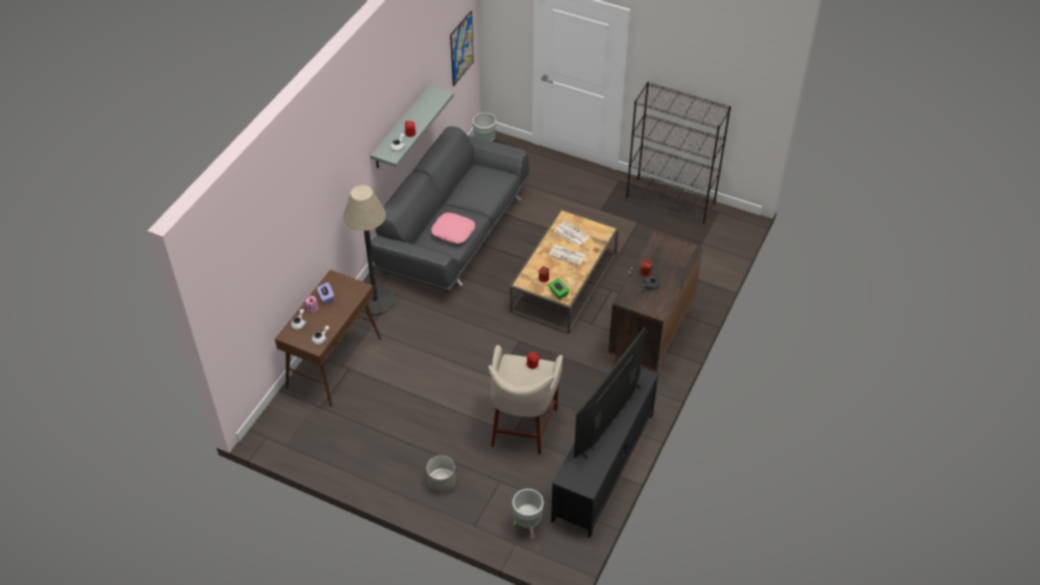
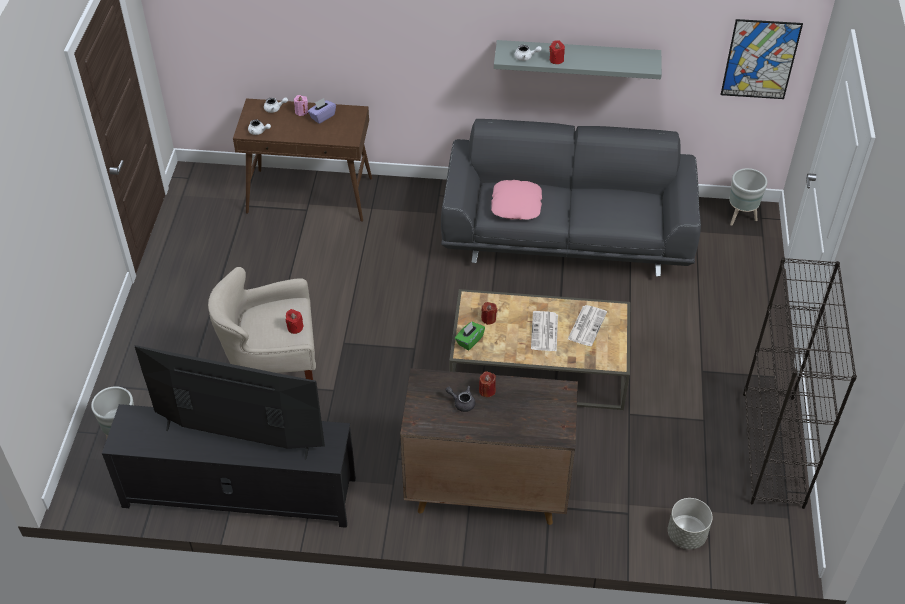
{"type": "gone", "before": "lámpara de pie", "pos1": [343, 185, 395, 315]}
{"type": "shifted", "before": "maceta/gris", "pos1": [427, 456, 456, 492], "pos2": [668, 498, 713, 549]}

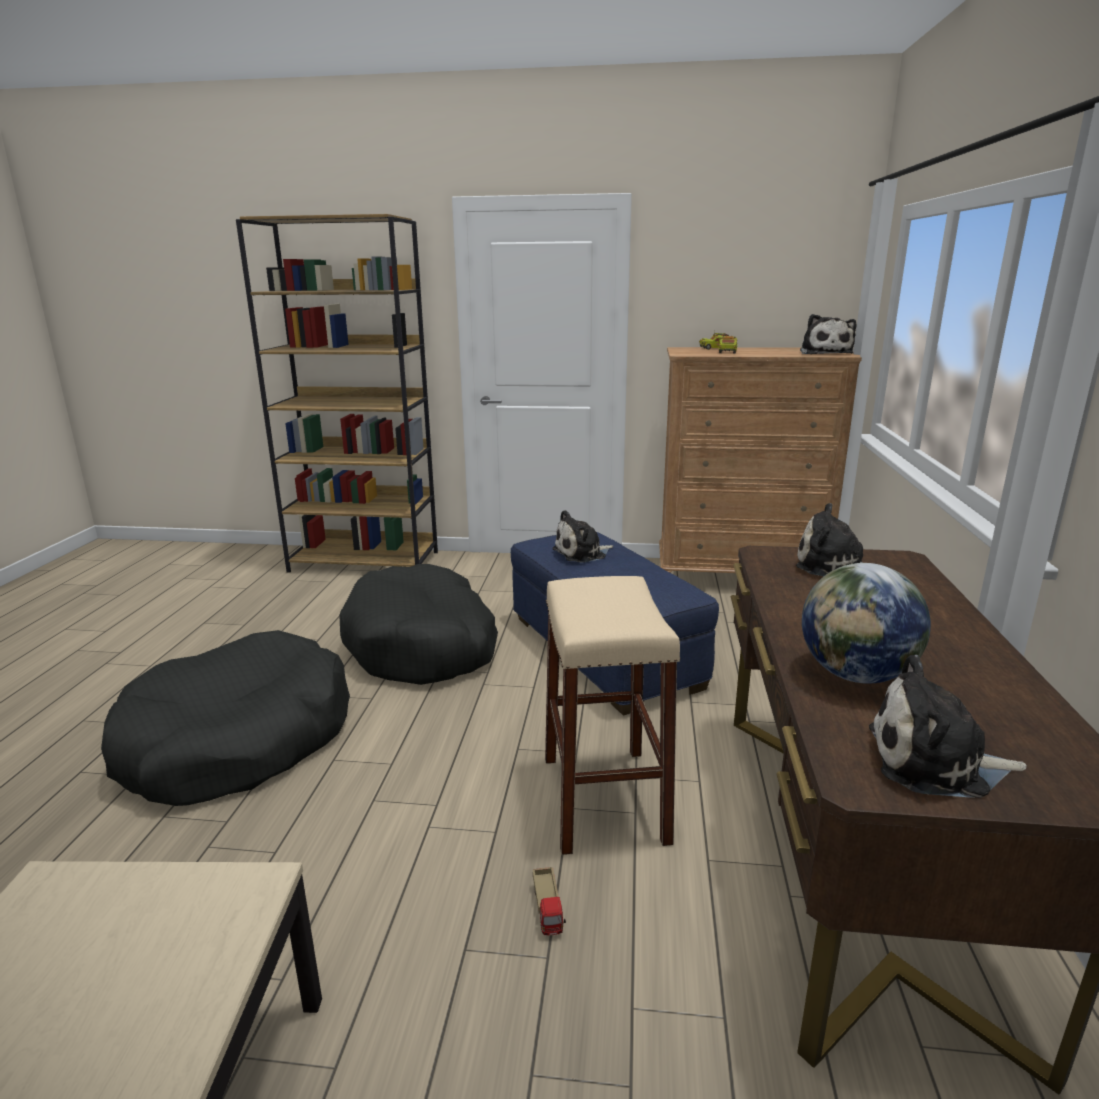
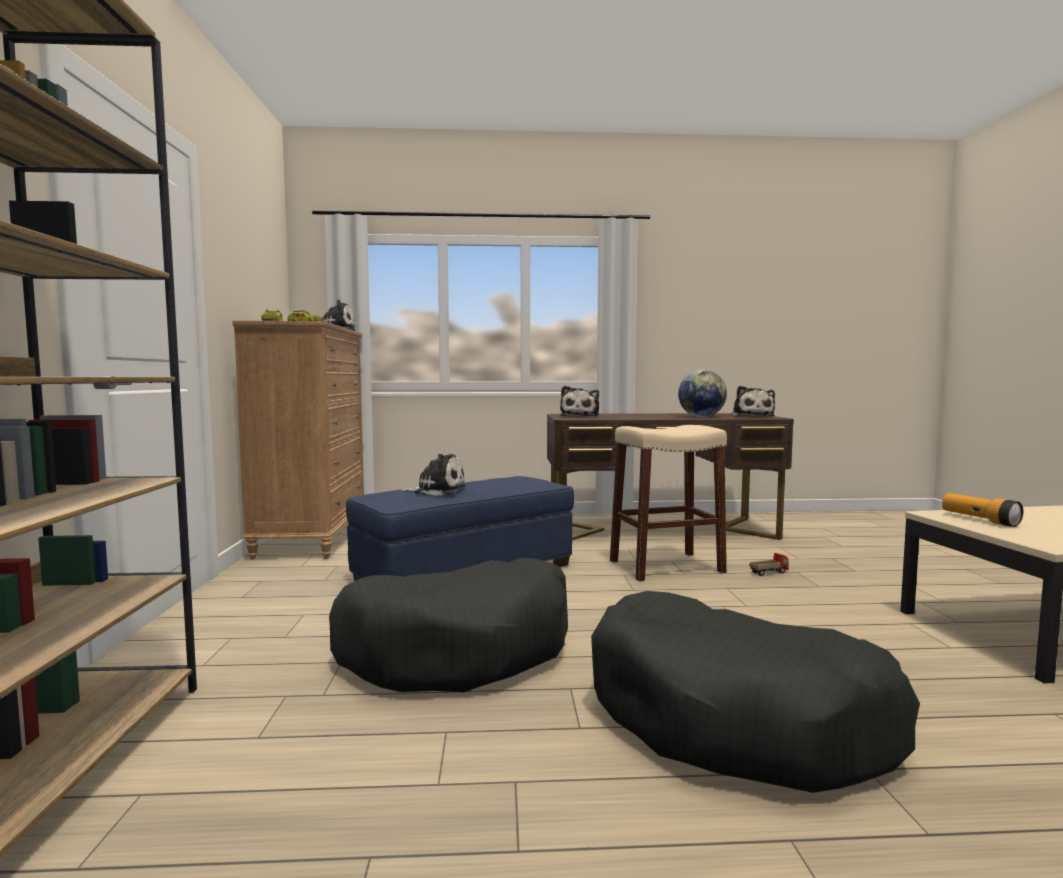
{"type": "rotated", "before": "peluche", "pos1": [552, 510, 614, 563], "pos2": [401, 454, 466, 496], "turn": -45}
{"type": "new", "after": "linterna", "pos2": [942, 493, 1023, 527]}

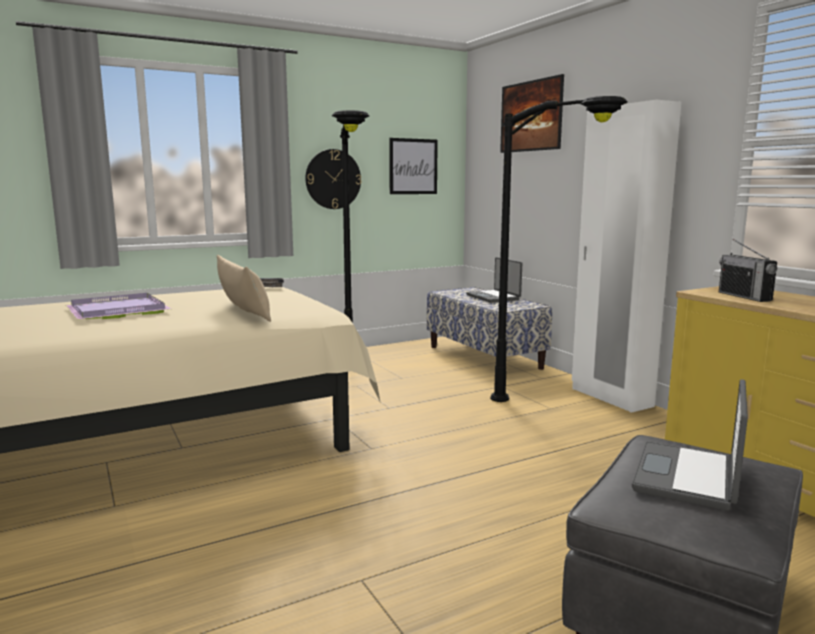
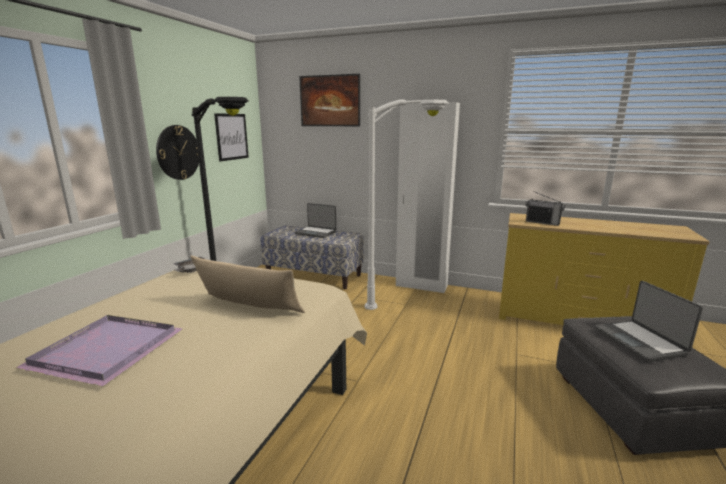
{"type": "repainted", "before": "lámpara de pie/negro", "after": "lámpara de pie/blanco", "pos1": [490, 96, 628, 402], "pos2": [365, 100, 448, 310]}

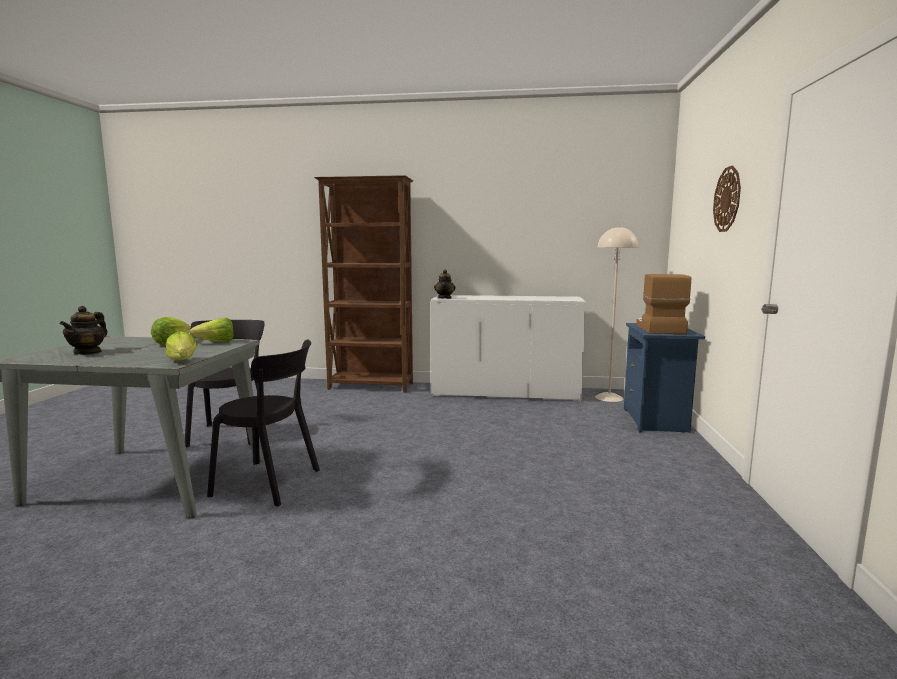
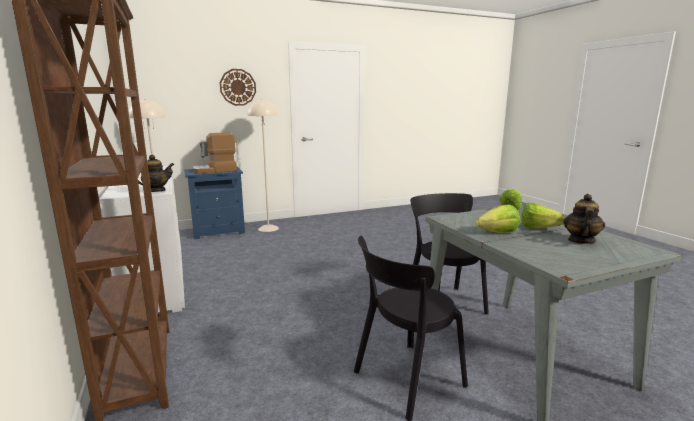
{"type": "rotated", "before": "tetera", "pos1": [60, 306, 108, 355], "pos2": [563, 194, 605, 244], "turn": -45}
{"type": "shifted", "before": "lechuga", "pos1": [189, 318, 233, 342], "pos2": [521, 203, 566, 228]}
{"type": "new", "after": "lámpara de pie/beis", "pos2": [247, 99, 279, 232]}

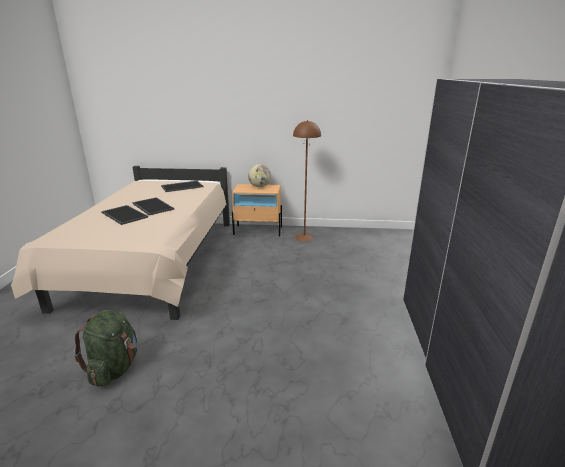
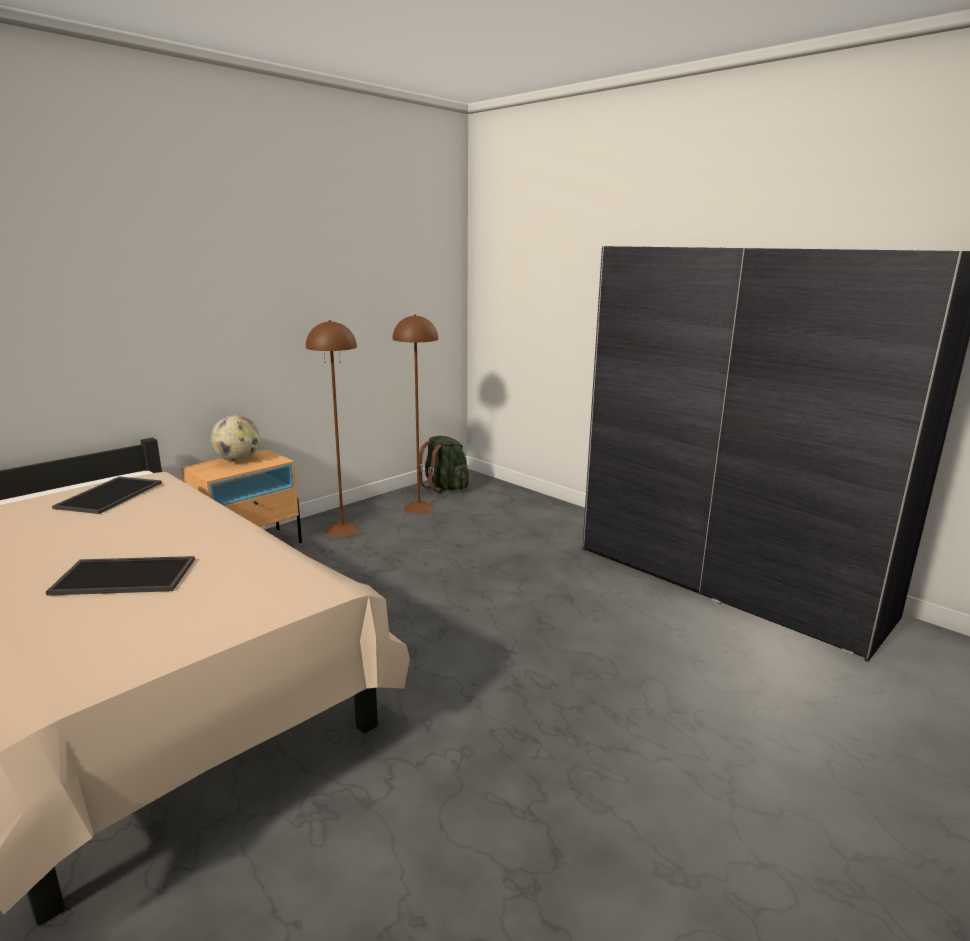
{"type": "gone", "before": "bandeja", "pos1": [132, 197, 174, 215]}
{"type": "shifted", "before": "mochila/verde", "pos1": [74, 310, 137, 387], "pos2": [419, 436, 469, 493]}
{"type": "new", "after": "lámpara de pie/marrón", "pos2": [393, 314, 438, 514]}

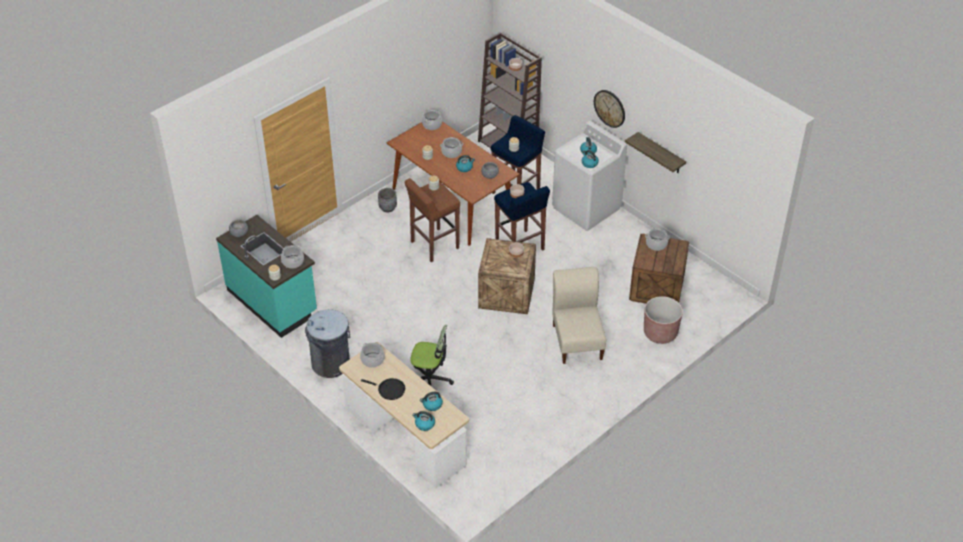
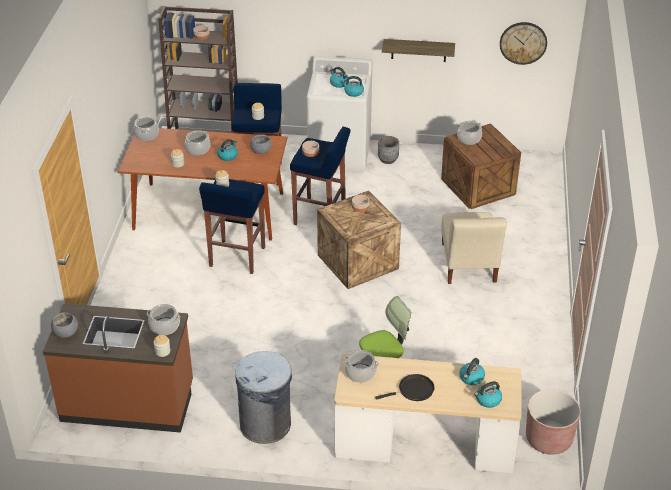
{"type": "shifted", "before": "reloj de pared", "pos1": [594, 90, 625, 128], "pos2": [500, 22, 547, 65]}
{"type": "repainted", "before": "taburete/marrón", "after": "taburete/azul", "pos1": [405, 178, 460, 262], "pos2": [199, 179, 265, 274]}
{"type": "shifted", "before": "maceta/gris", "pos1": [378, 188, 397, 212], "pos2": [378, 136, 399, 164]}
{"type": "repainted", "before": "mueble bajo de cocina/turquesa", "after": "mueble bajo de cocina/marrón", "pos1": [216, 215, 317, 338], "pos2": [43, 303, 193, 433]}
{"type": "rotated", "before": "silla/beis", "pos1": [552, 267, 606, 364], "pos2": [441, 212, 507, 284], "turn": -135}
{"type": "shifted", "before": "maceta/marrón", "pos1": [644, 296, 683, 344], "pos2": [526, 389, 581, 455]}

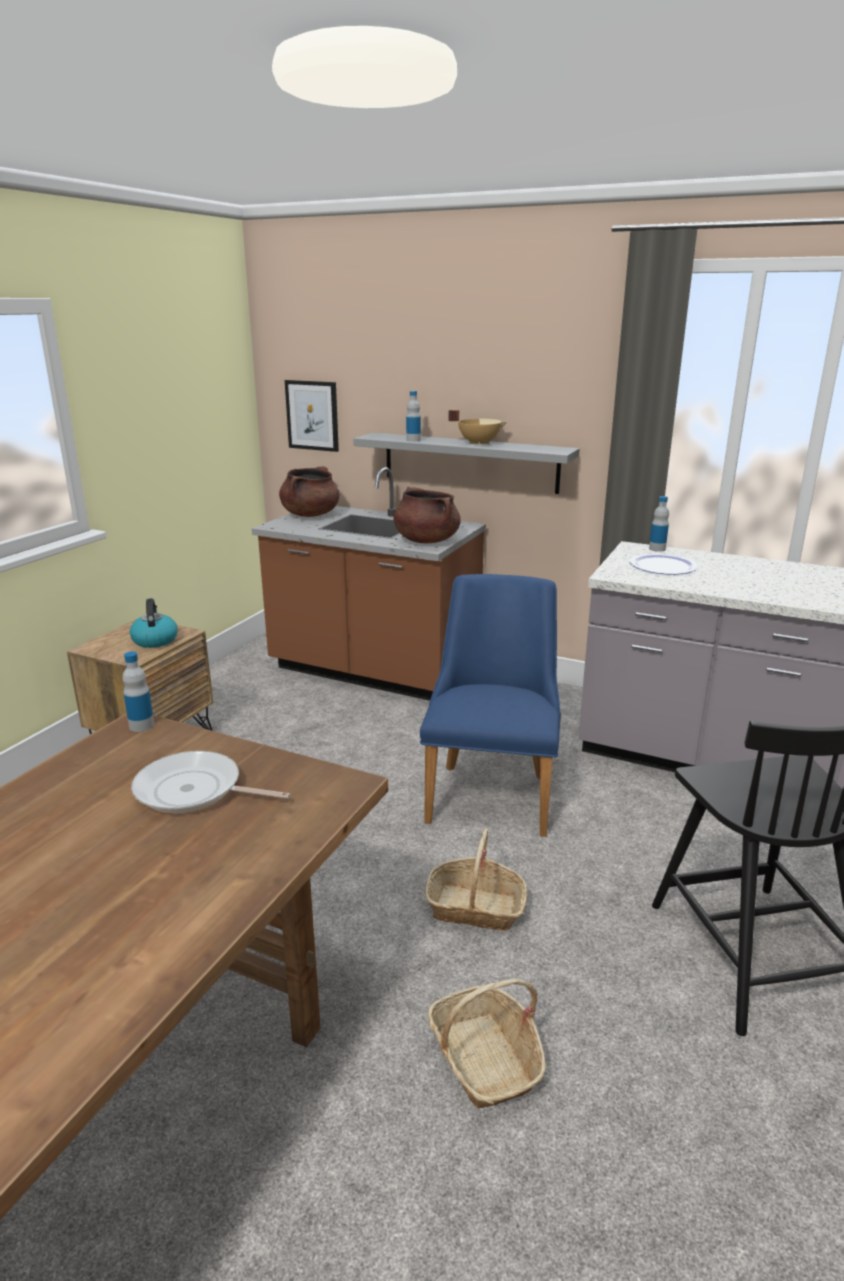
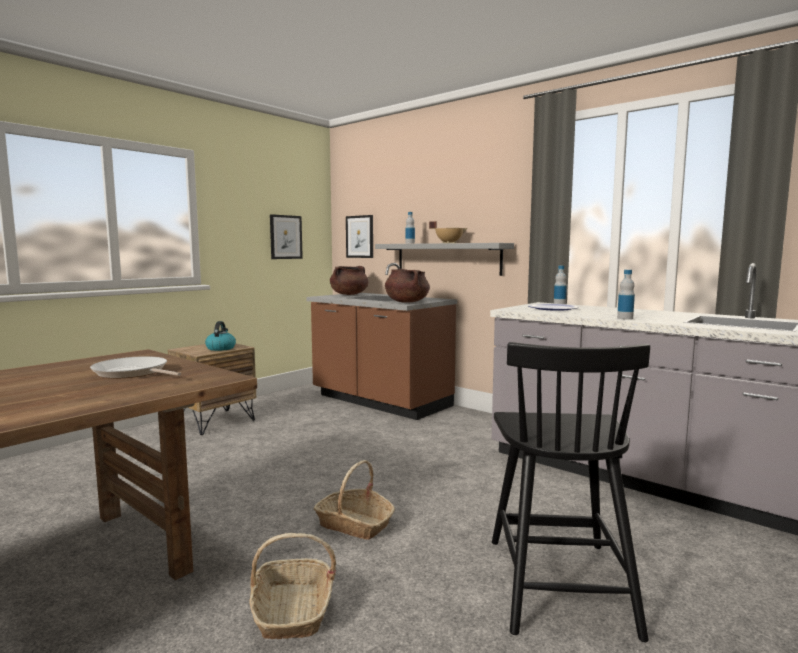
{"type": "gone", "before": "silla/azul", "pos1": [420, 574, 561, 837]}
{"type": "shifted", "before": "botella", "pos1": [123, 651, 154, 732], "pos2": [617, 270, 635, 320]}
{"type": "new", "after": "cuadro", "pos2": [270, 214, 303, 259]}

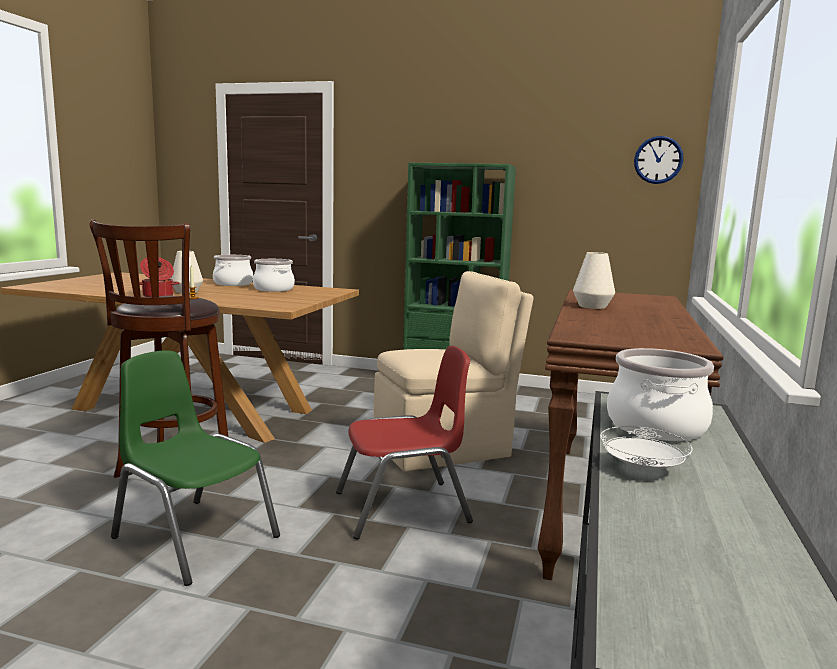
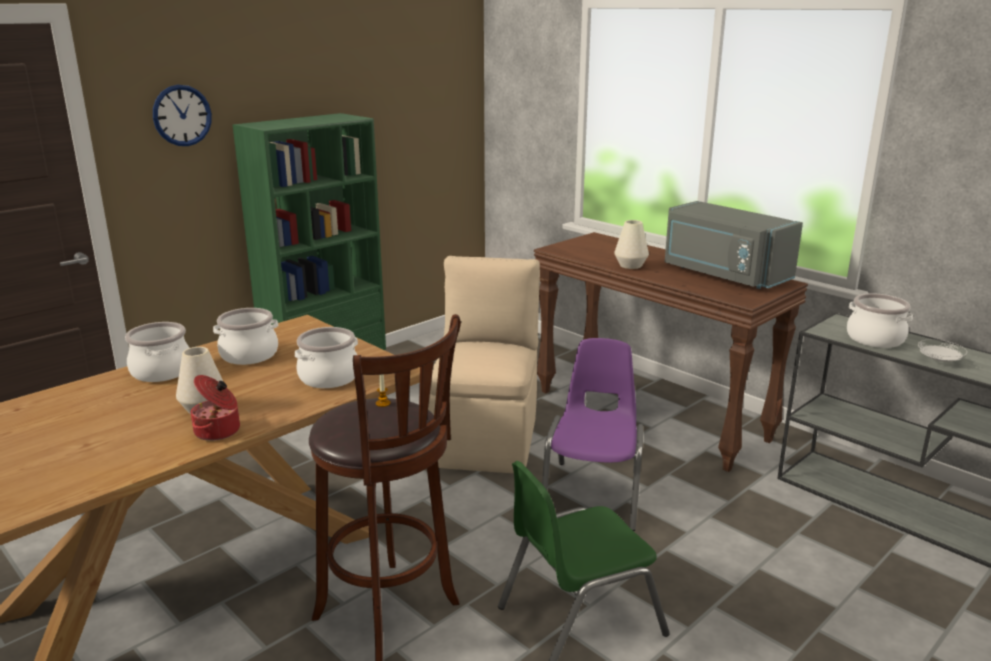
{"type": "shifted", "before": "reloj de pared", "pos1": [634, 136, 684, 184], "pos2": [153, 85, 212, 146]}
{"type": "repainted", "before": "silla/rojo", "after": "silla/morado", "pos1": [336, 346, 473, 539], "pos2": [542, 338, 643, 531]}
{"type": "new", "after": "microondas/gris", "pos2": [665, 201, 803, 289]}
{"type": "new", "after": "olla", "pos2": [295, 327, 358, 388]}

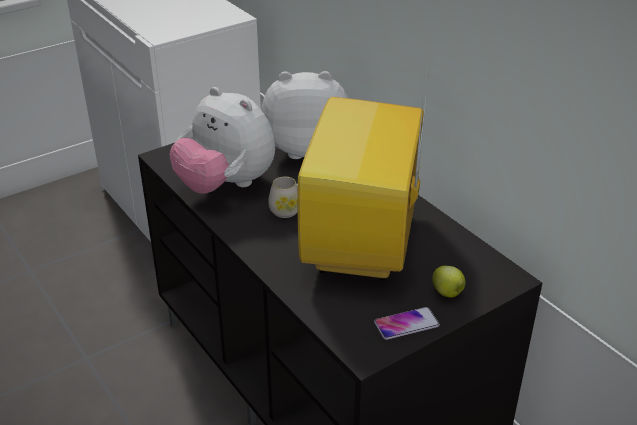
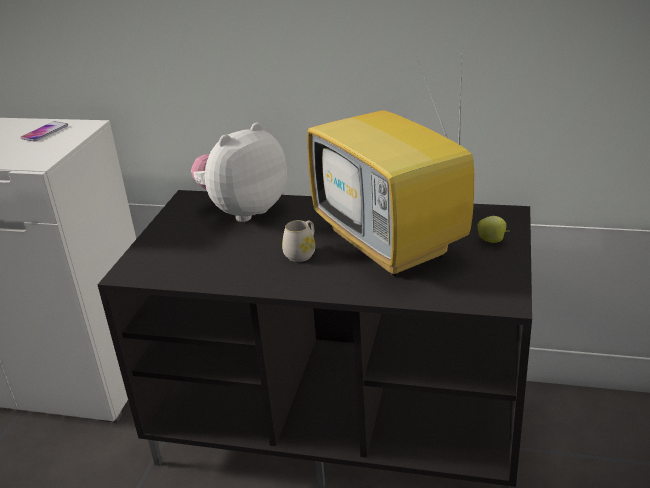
{"type": "gone", "before": "peluche", "pos1": [170, 87, 275, 194]}
{"type": "shifted", "before": "móvil", "pos1": [374, 307, 440, 340], "pos2": [20, 121, 68, 142]}

